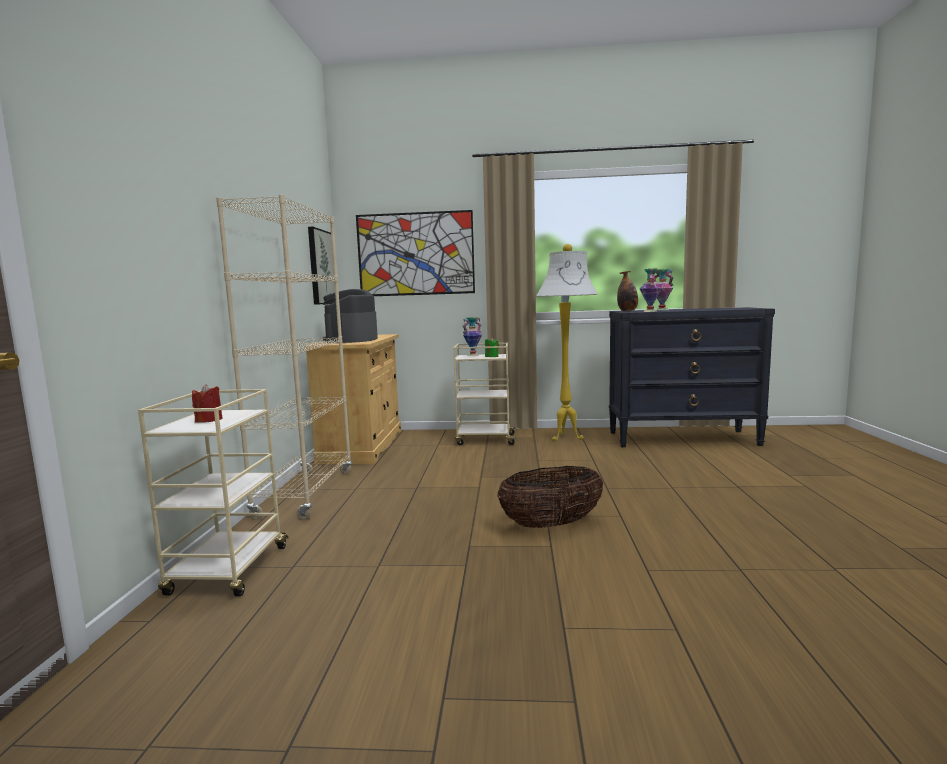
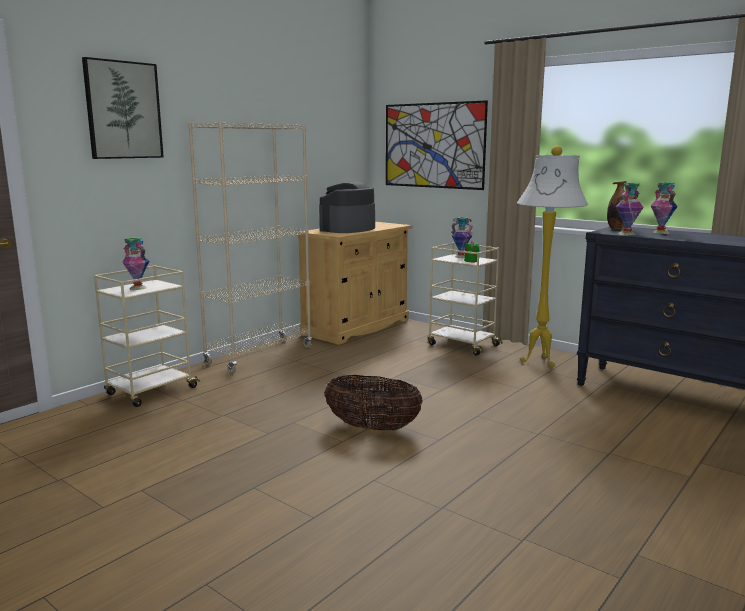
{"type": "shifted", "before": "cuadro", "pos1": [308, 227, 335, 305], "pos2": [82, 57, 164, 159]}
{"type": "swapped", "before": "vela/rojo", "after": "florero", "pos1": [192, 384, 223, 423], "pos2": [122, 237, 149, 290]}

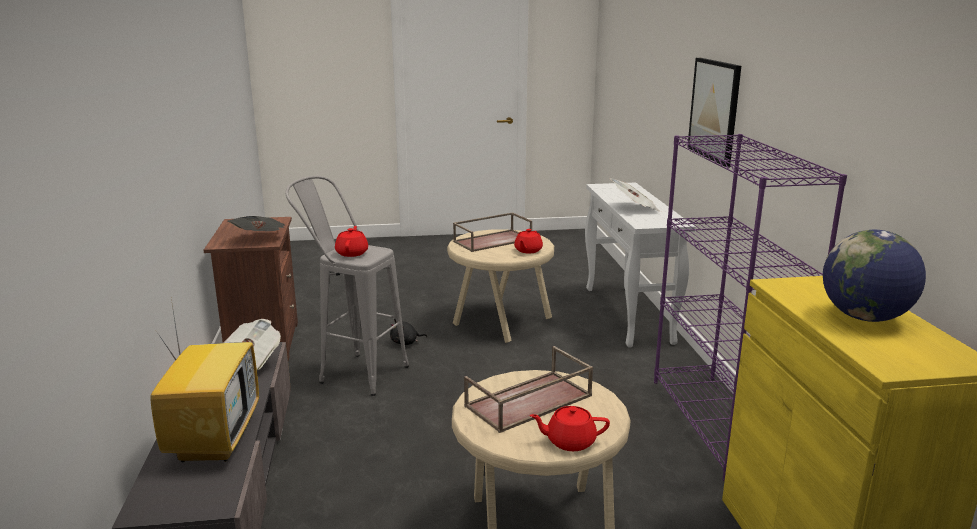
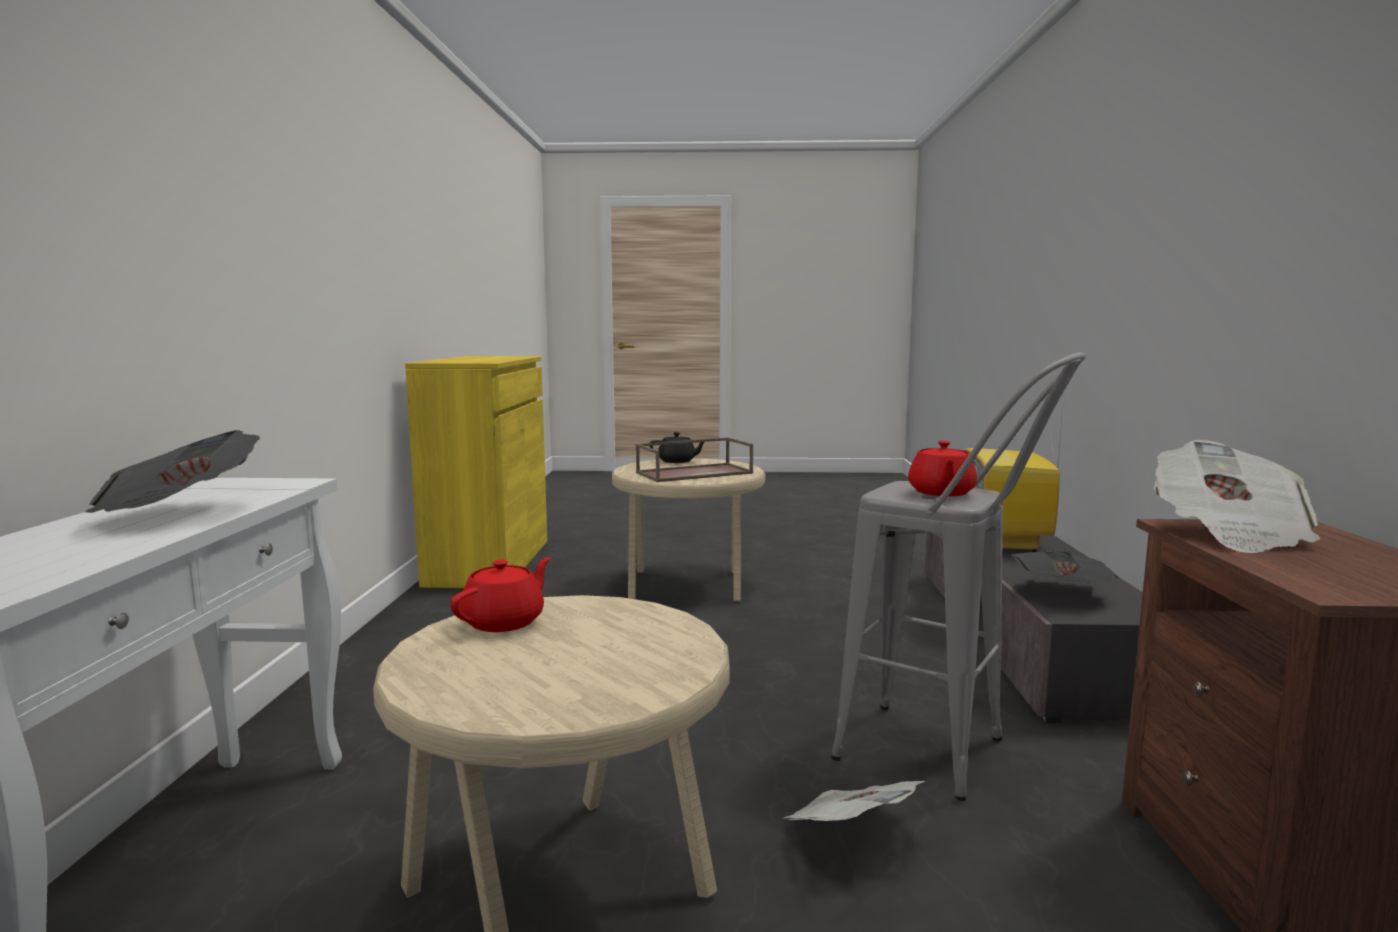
{"type": "gone", "before": "cuadro", "pos1": [687, 58, 741, 167]}
{"type": "gone", "before": "estantería/morado", "pos1": [654, 134, 847, 481]}
{"type": "gone", "before": "bandeja/marrón", "pos1": [453, 212, 532, 252]}
{"type": "gone", "before": "globo terráqueo", "pos1": [823, 230, 926, 322]}
{"type": "swapped", "before": "peluche/negro", "after": "periódico", "pos1": [390, 318, 427, 345], "pos2": [784, 781, 925, 821]}
{"type": "repainted", "before": "tetera/rojo", "after": "tetera/negro", "pos1": [530, 406, 610, 451], "pos2": [650, 432, 704, 463]}

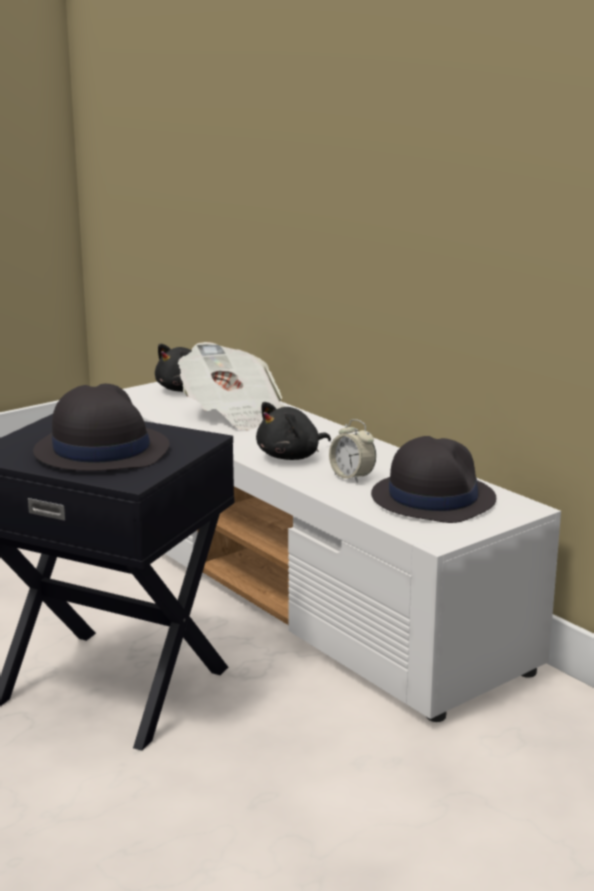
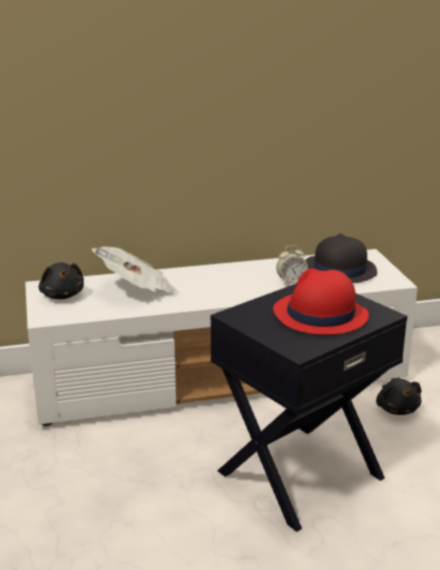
{"type": "repainted", "before": "sombrero/negro", "after": "sombrero/rojo", "pos1": [33, 384, 169, 471], "pos2": [273, 269, 369, 335]}
{"type": "shifted", "before": "peluche/negro", "pos1": [256, 402, 331, 460], "pos2": [376, 378, 421, 415]}

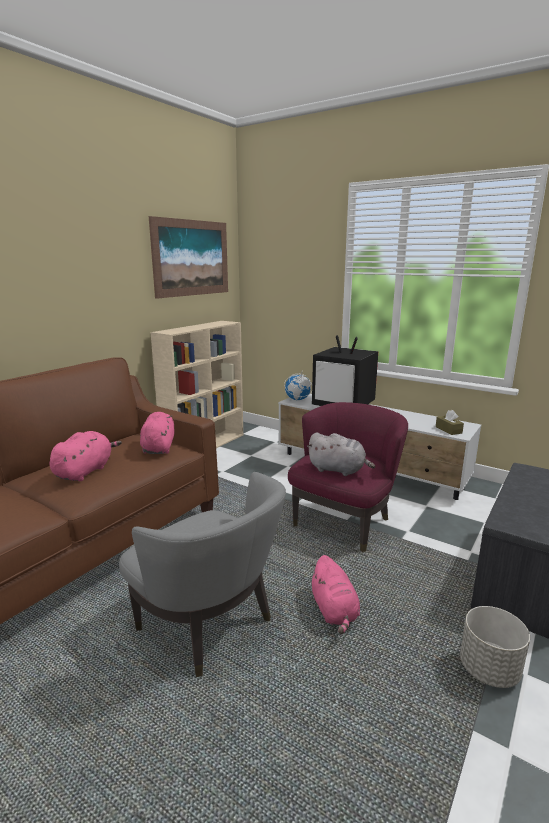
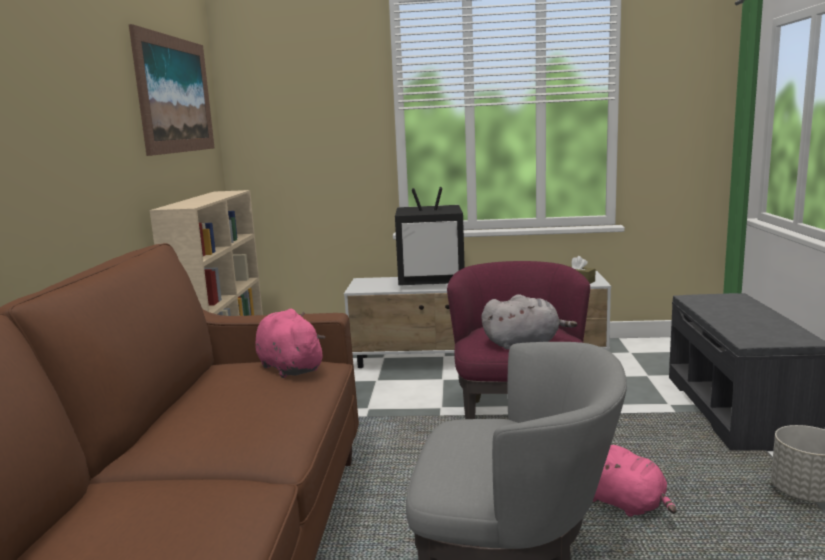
{"type": "gone", "before": "globo terráqueo", "pos1": [284, 372, 312, 400]}
{"type": "gone", "before": "peluche/rosa", "pos1": [50, 431, 122, 481]}

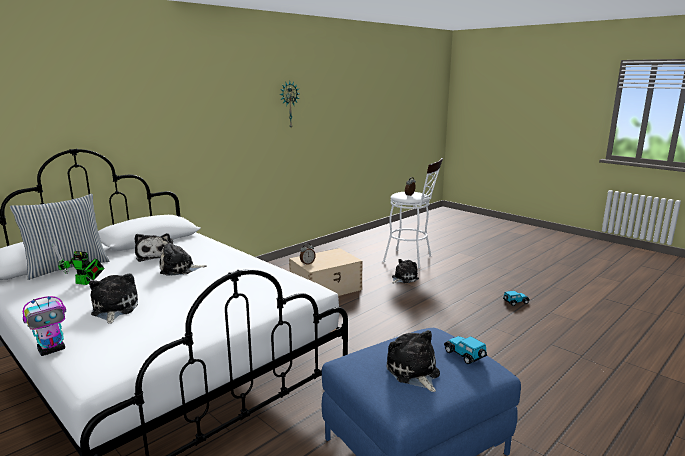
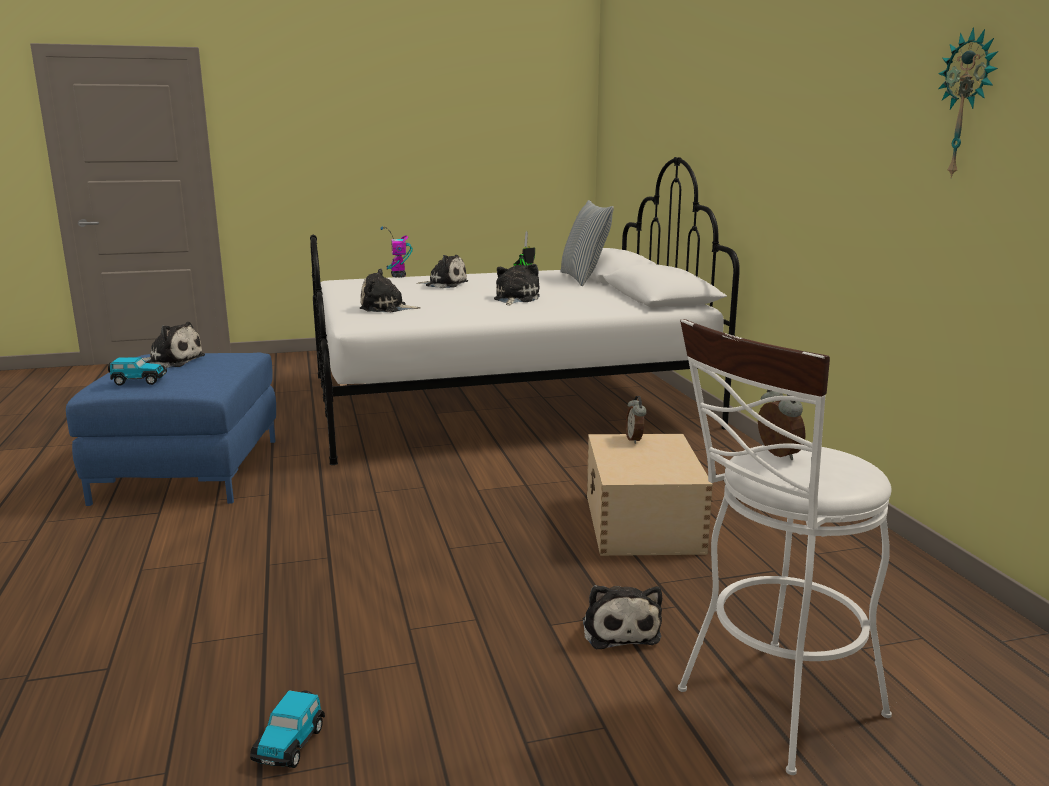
{"type": "shifted", "before": "peluche", "pos1": [135, 233, 170, 262], "pos2": [360, 268, 421, 312]}

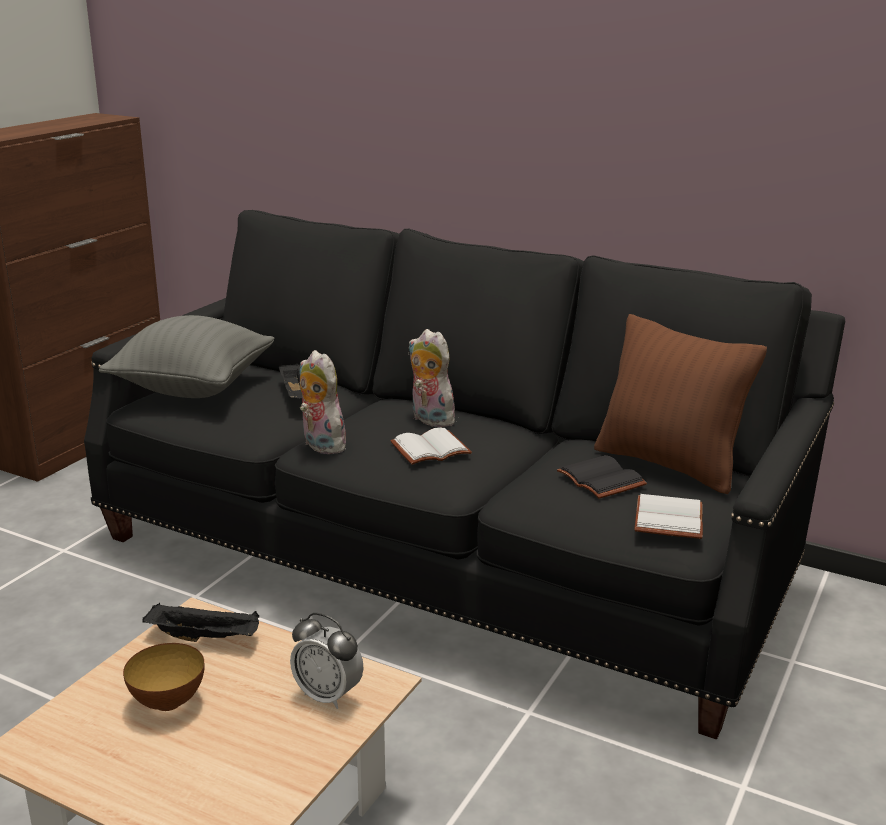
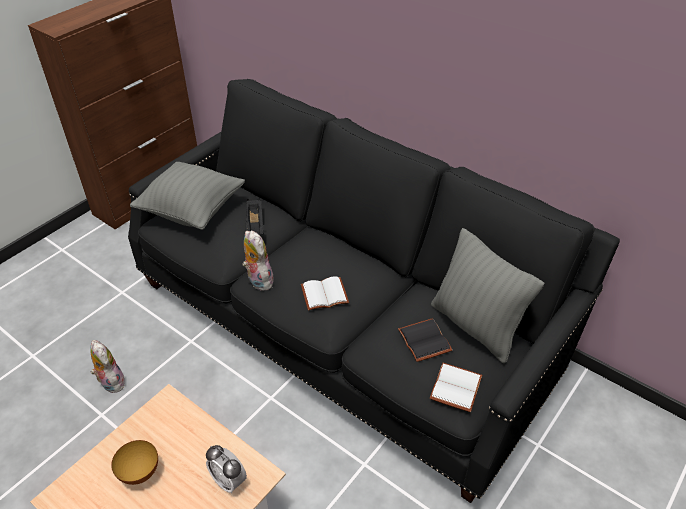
{"type": "repainted", "before": "cojín/marrón", "after": "cojín/gris", "pos1": [594, 314, 767, 494], "pos2": [431, 228, 544, 363]}
{"type": "shifted", "before": "peluche", "pos1": [408, 329, 455, 427], "pos2": [90, 340, 125, 393]}
{"type": "gone", "before": "bandeja/negro", "pos1": [142, 603, 259, 642]}

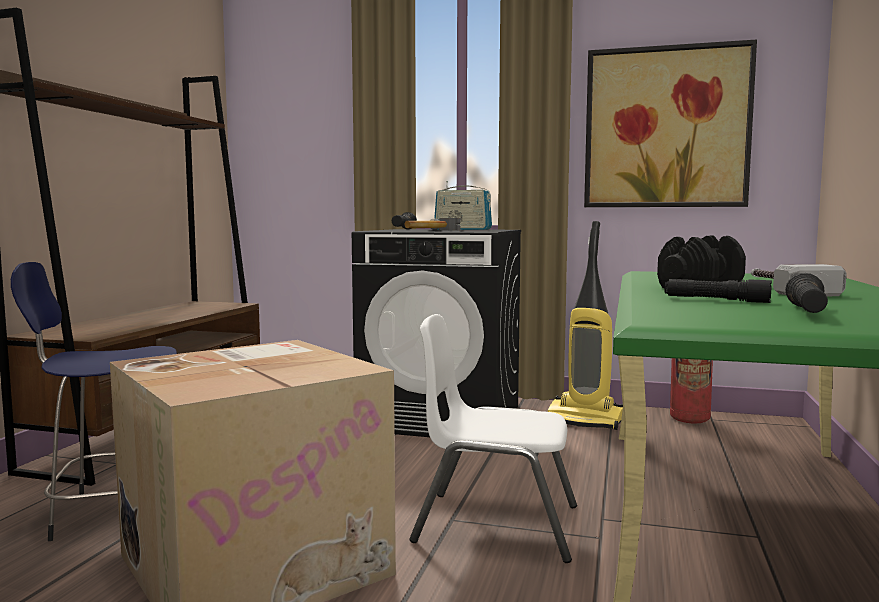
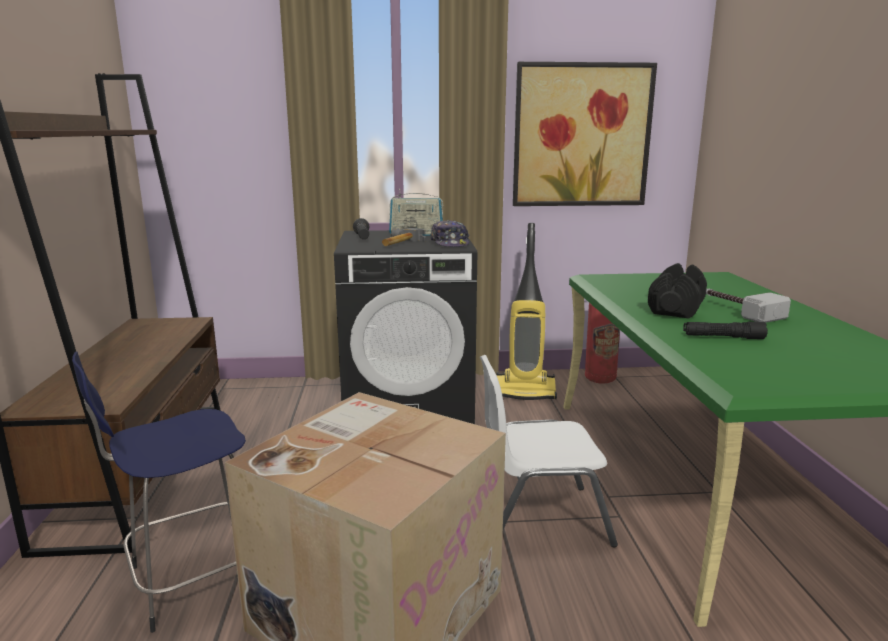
{"type": "gone", "before": "linterna/negro", "pos1": [785, 273, 828, 313]}
{"type": "new", "after": "gorra", "pos2": [430, 220, 469, 247]}

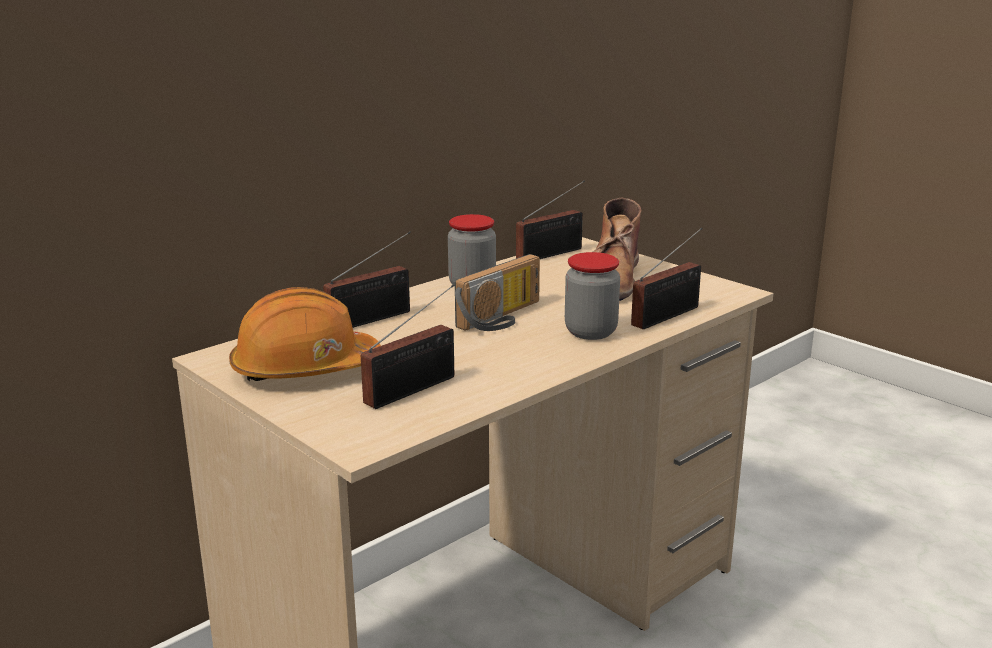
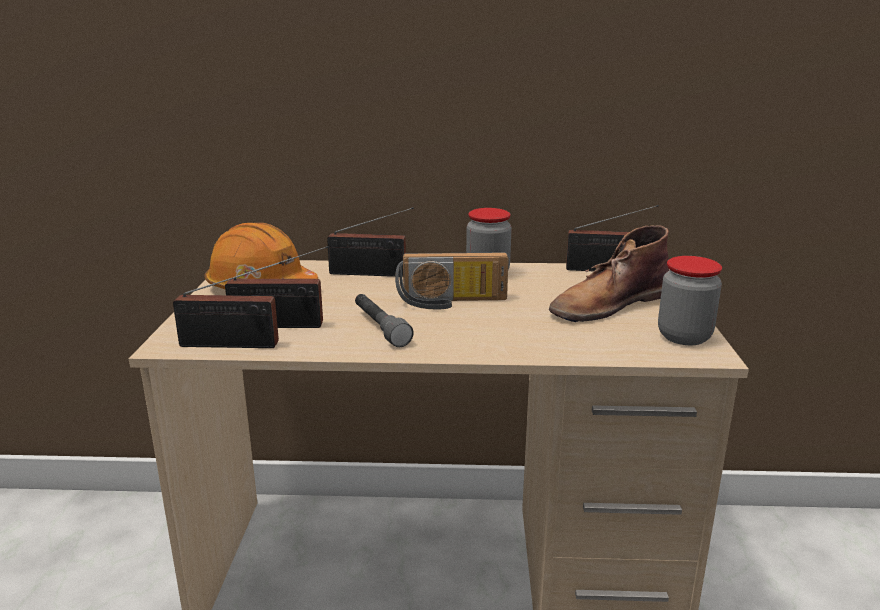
{"type": "shifted", "before": "radio", "pos1": [631, 228, 703, 329], "pos2": [173, 262, 282, 348]}
{"type": "shifted", "before": "tarro", "pos1": [565, 252, 620, 340], "pos2": [658, 256, 722, 345]}
{"type": "new", "after": "linterna/gris", "pos2": [355, 294, 414, 347]}

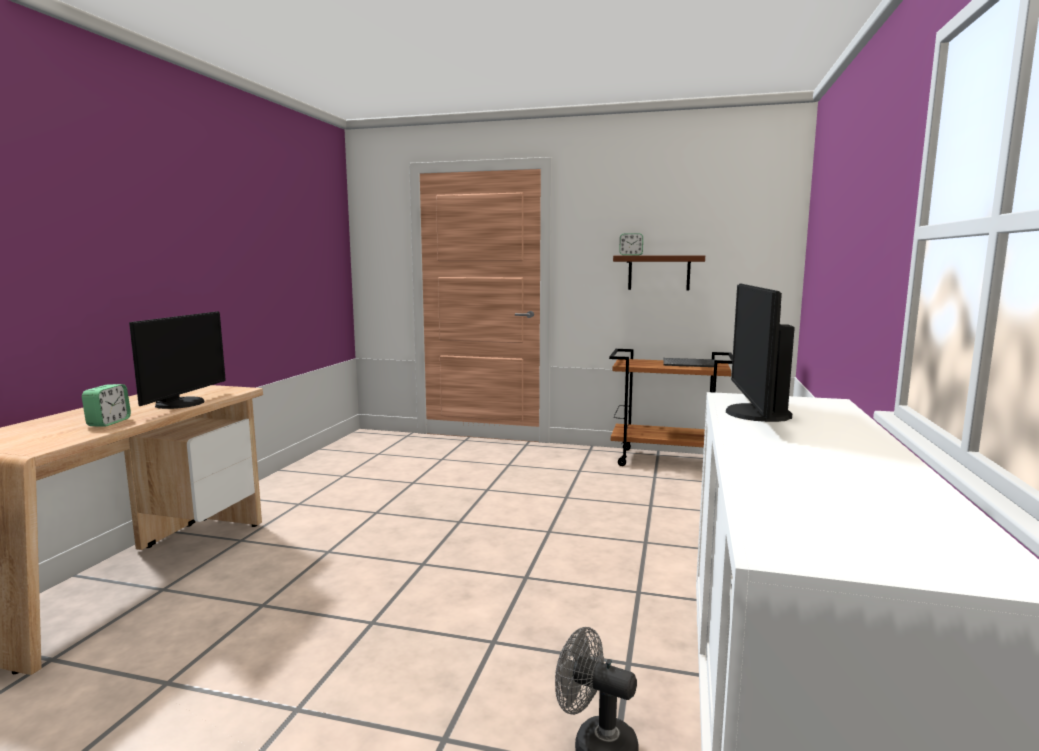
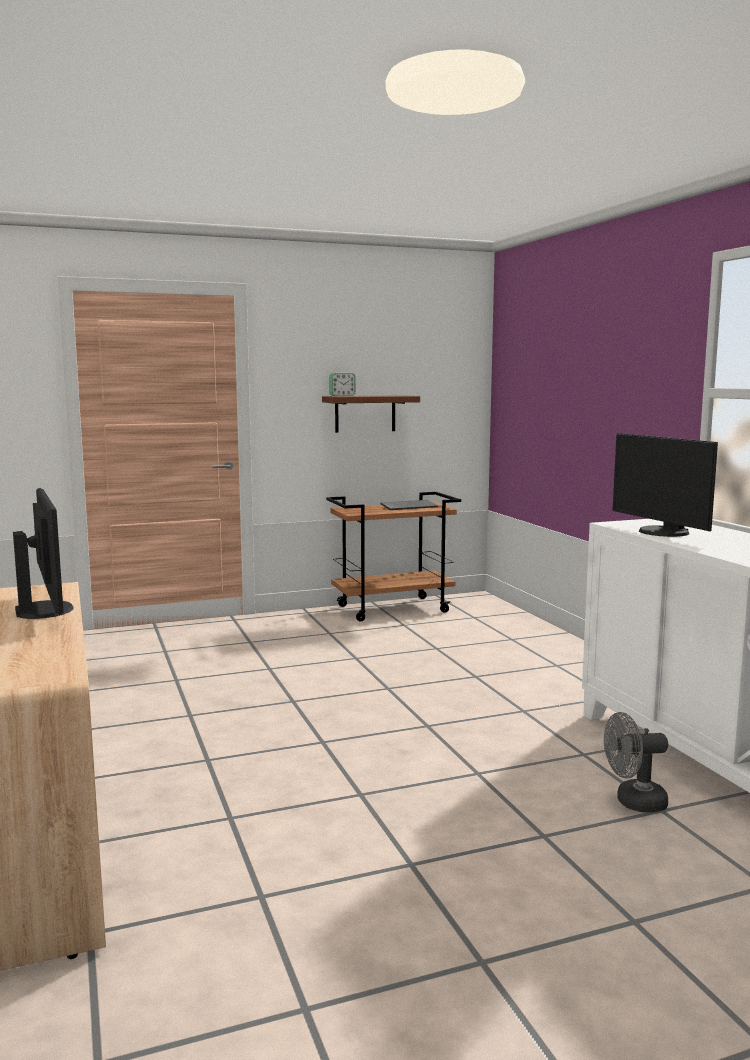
{"type": "gone", "before": "despertador", "pos1": [82, 384, 131, 427]}

